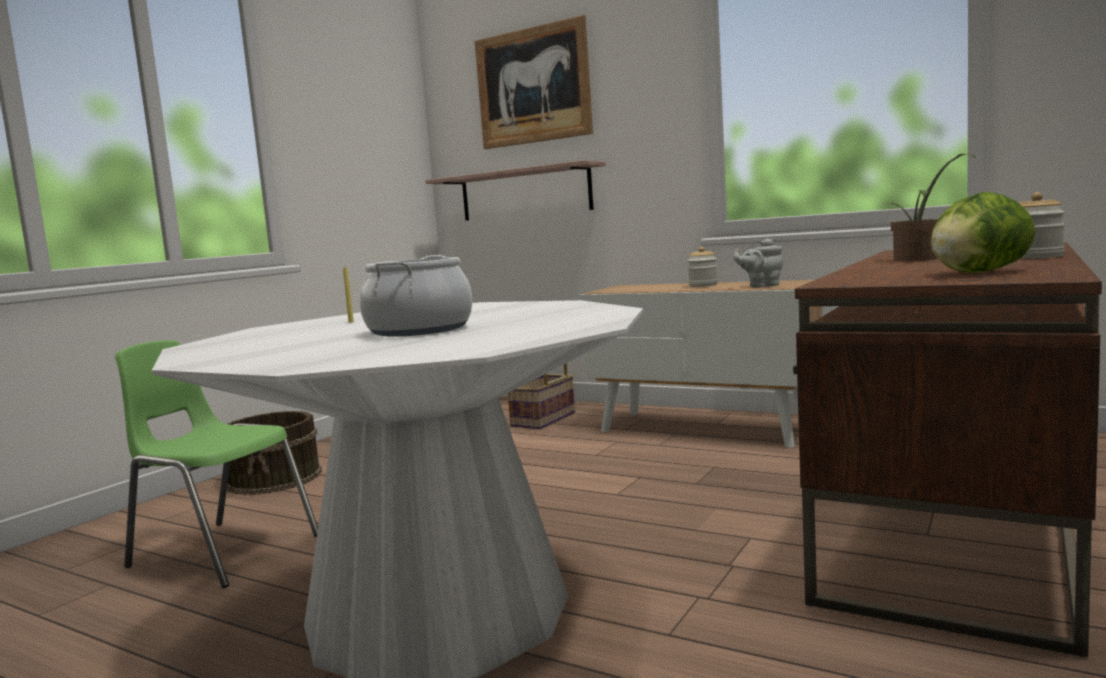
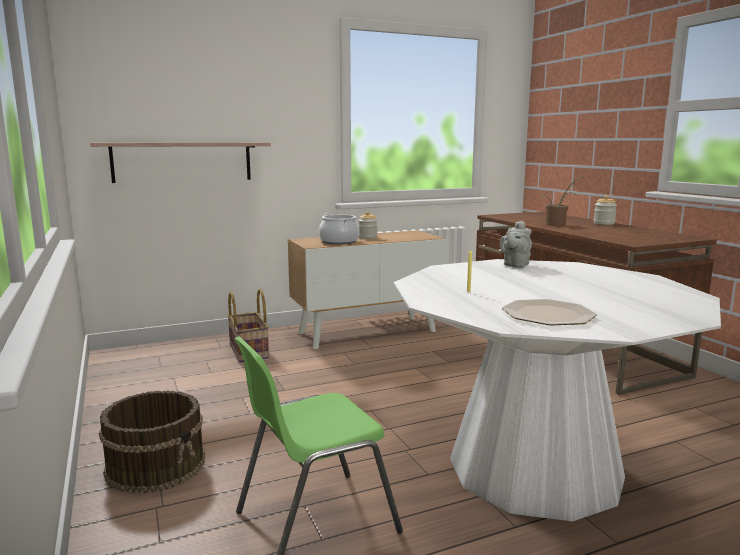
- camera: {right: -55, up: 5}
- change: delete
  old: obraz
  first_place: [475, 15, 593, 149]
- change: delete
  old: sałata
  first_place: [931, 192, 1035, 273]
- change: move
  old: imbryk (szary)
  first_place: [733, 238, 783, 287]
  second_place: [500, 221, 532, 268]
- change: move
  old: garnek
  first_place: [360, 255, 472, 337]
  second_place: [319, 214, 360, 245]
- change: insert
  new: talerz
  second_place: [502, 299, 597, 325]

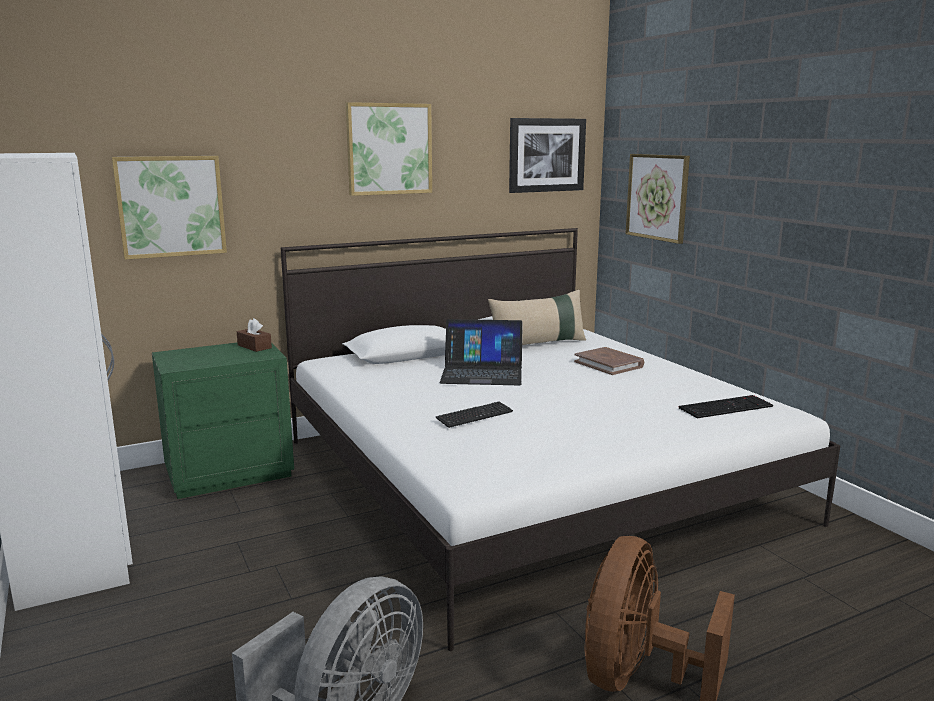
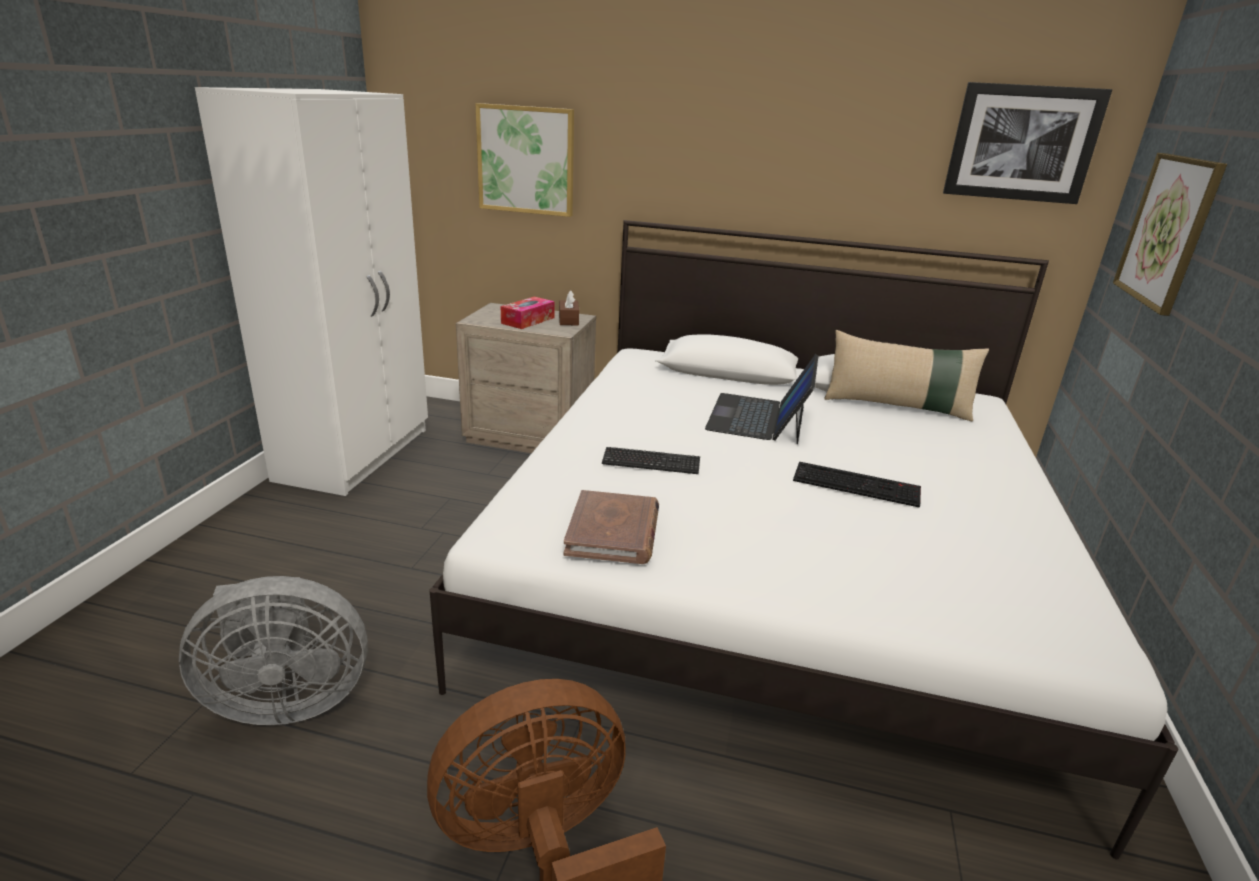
- camera: {right: 40, up: 10}
- change: delete
  old: obraz
  first_place: [346, 102, 432, 196]
- change: rotate
  old: laptop
  first_place: [440, 319, 523, 385]
  second_place: [705, 354, 819, 444]
  degrees: 60
- change: recolor
  old: szafka nocna (zielony)
  new: szafka nocna (beżowy)
  first_place: [152, 342, 294, 499]
  second_place: [456, 303, 596, 453]
- change: move
  old: książka (brązowy)
  first_place: [574, 347, 644, 375]
  second_place: [564, 490, 659, 564]
- change: move
  old: klawiatura
  first_place: [678, 395, 773, 419]
  second_place: [793, 462, 921, 508]
- change: insert
  new: pudełko chusteczek
  second_place: [501, 297, 555, 329]

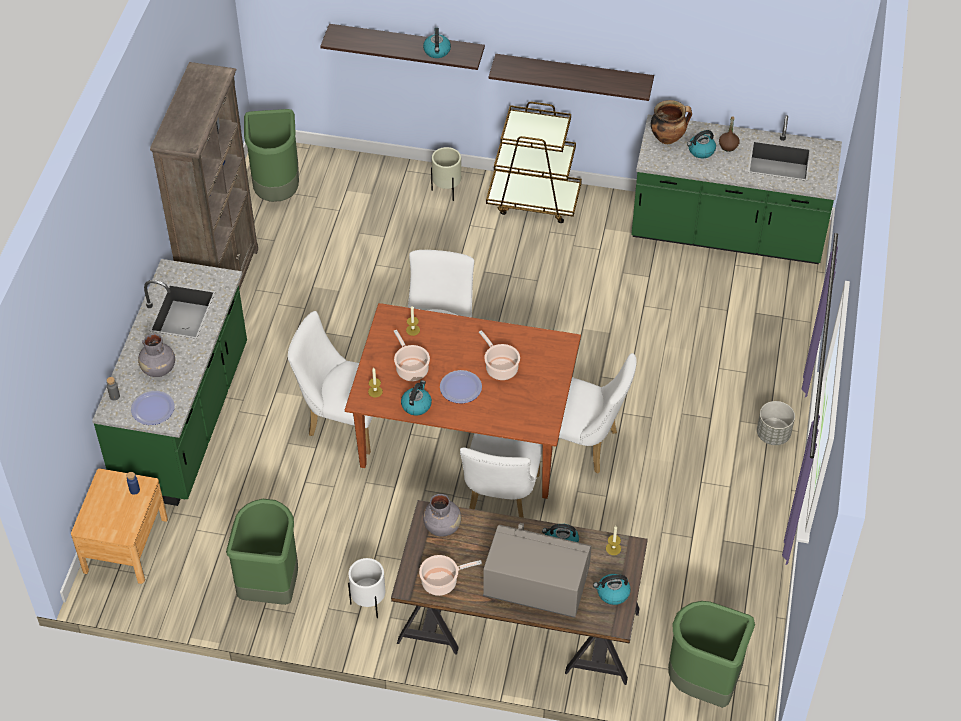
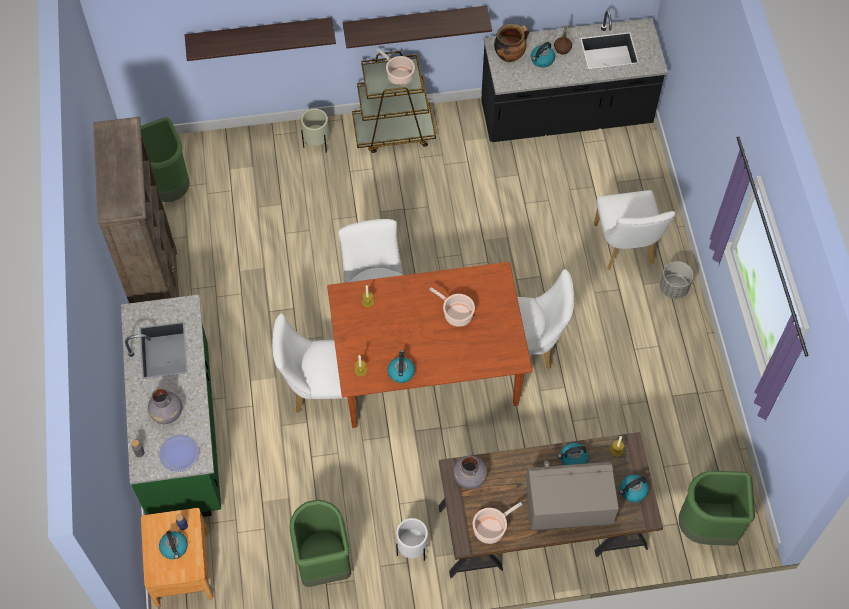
- camera: {right: -20, up: 10}
- change: move
  old: czajnik
  first_place: [423, 28, 451, 58]
  second_place: [159, 530, 188, 559]
- change: recolor
  old: zabudowa kuchenna (zielony)
  new: zabudowa kuchenna (czarny)
  first_place: [631, 115, 842, 264]
  second_place: [481, 10, 668, 142]
- change: move
  old: garnek
  first_place: [394, 330, 430, 381]
  second_place: [376, 48, 415, 86]
- change: delete
  old: talerz
  first_place: [440, 370, 482, 404]
- change: move
  old: krzesło (biały)
  first_place: [460, 433, 543, 518]
  second_place: [594, 190, 675, 270]

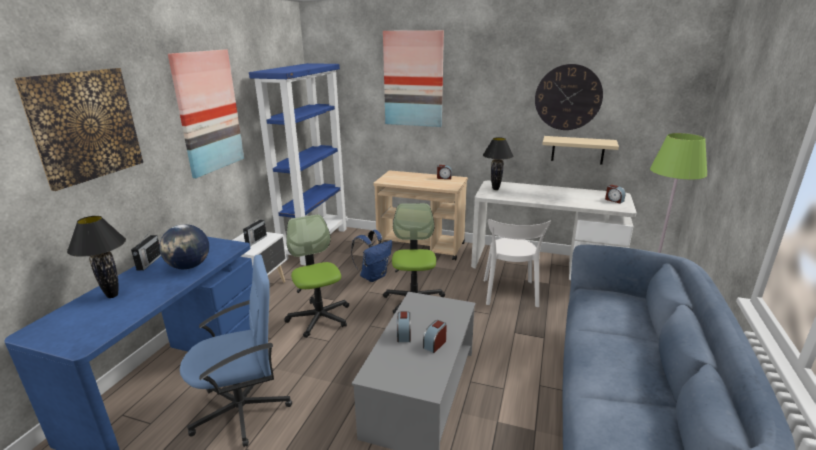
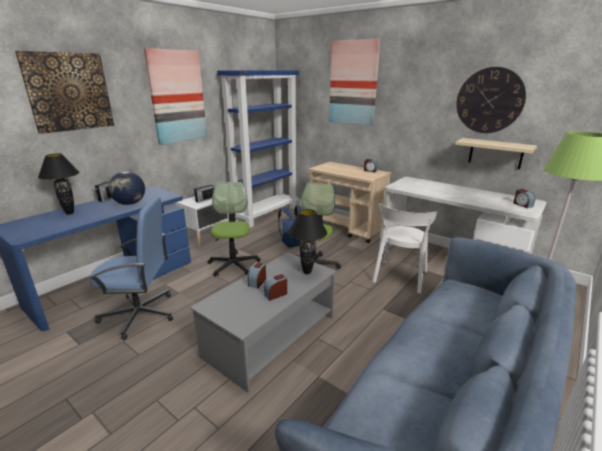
- camera: {right: 20, up: 0}
- change: move
  old: lampa stołowa (czarny)
  first_place: [483, 137, 514, 190]
  second_place: [288, 209, 327, 274]

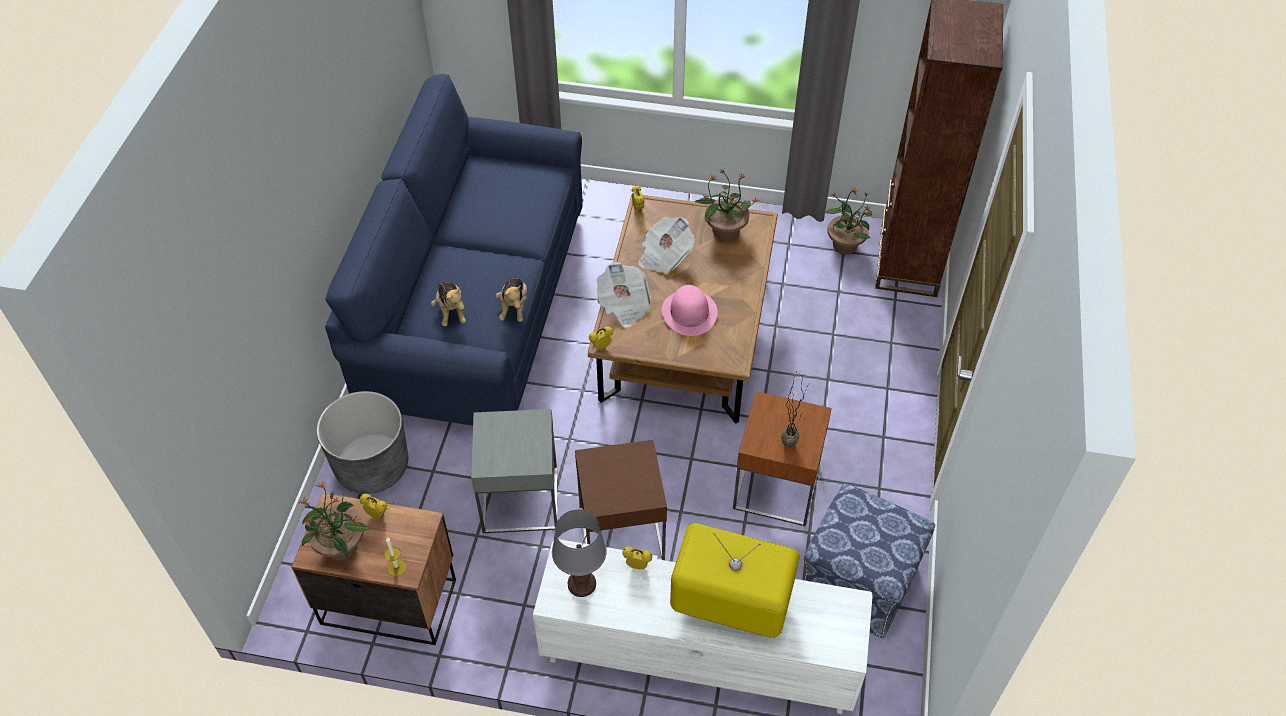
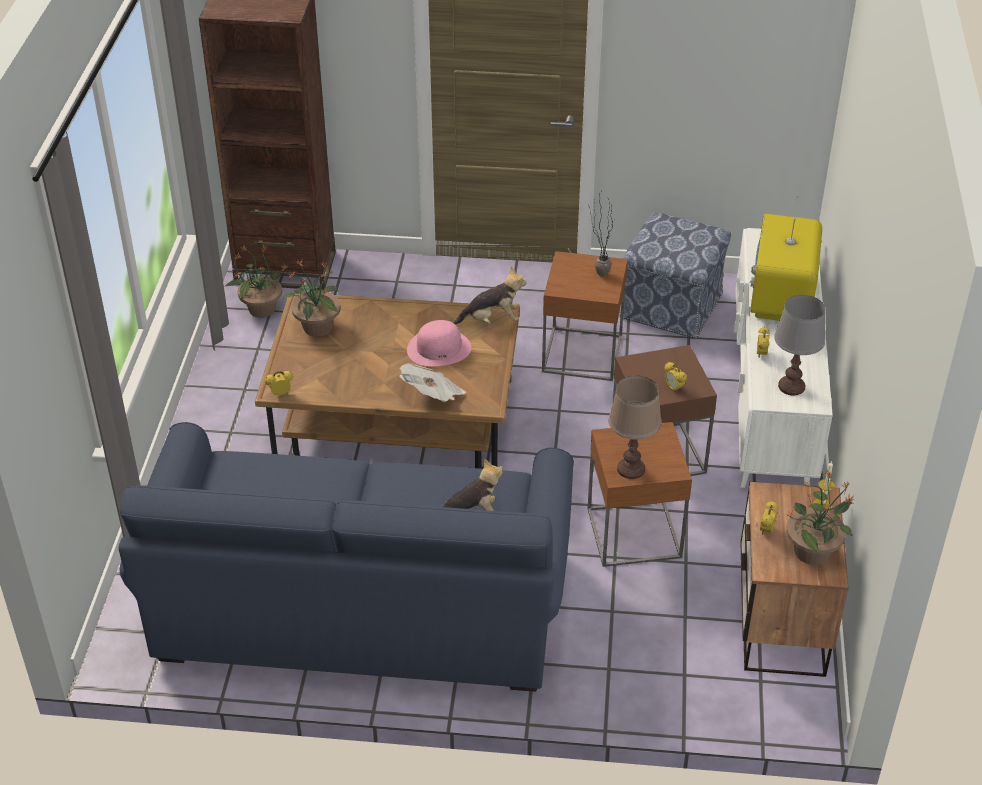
- camera: {right: -95, up: -10}
- change: delete
  old: gazeta
  first_place: [638, 217, 695, 274]
- change: move
  old: pluszak
  first_place: [495, 277, 527, 322]
  second_place: [454, 267, 527, 325]
- change: move
  old: budzik
  first_place: [589, 326, 613, 349]
  second_place: [664, 362, 687, 393]
- change: delete
  old: donica (szary)
  first_place: [317, 391, 408, 494]
- change: recolor
  old: stolik (szary)
  new: stolik (brązowy)
  first_place: [471, 409, 558, 533]
  second_place: [587, 422, 692, 567]
- change: insert
  new: lampa stołowa (brązowy)
  second_place: [609, 375, 662, 479]

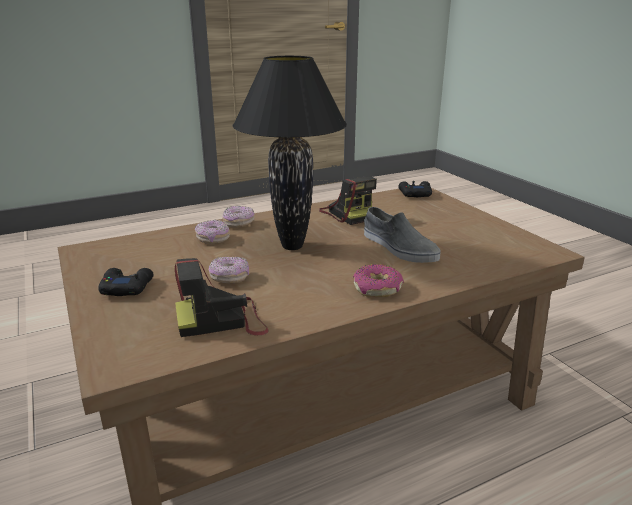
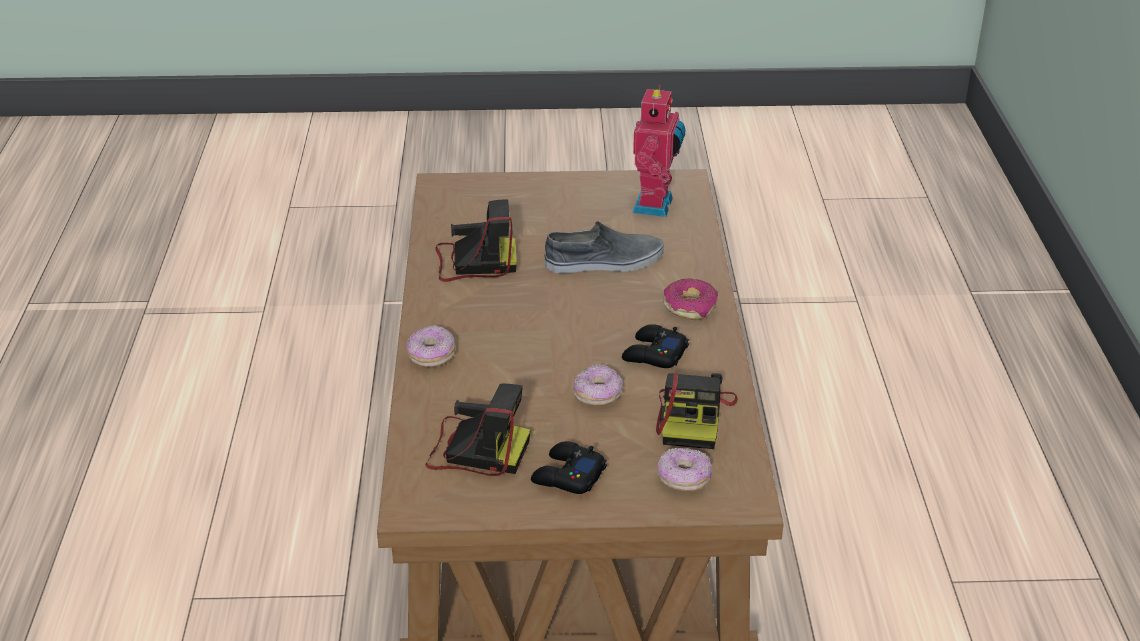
- camera: {right: -65, up: 10}
- change: delete
  old: lampa stołowa (czarny)
  first_place: [232, 56, 347, 250]
- change: move
  old: pad do gier (czarny)
  first_place: [398, 181, 432, 197]
  second_place: [622, 324, 689, 368]
- change: move
  old: donut
  first_place: [195, 220, 230, 244]
  second_place: [657, 448, 712, 492]
- change: insert
  new: robot zabawkowy
  second_place: [632, 85, 686, 217]
- change: insert
  new: aparat fotograficzny
  second_place: [426, 384, 530, 476]

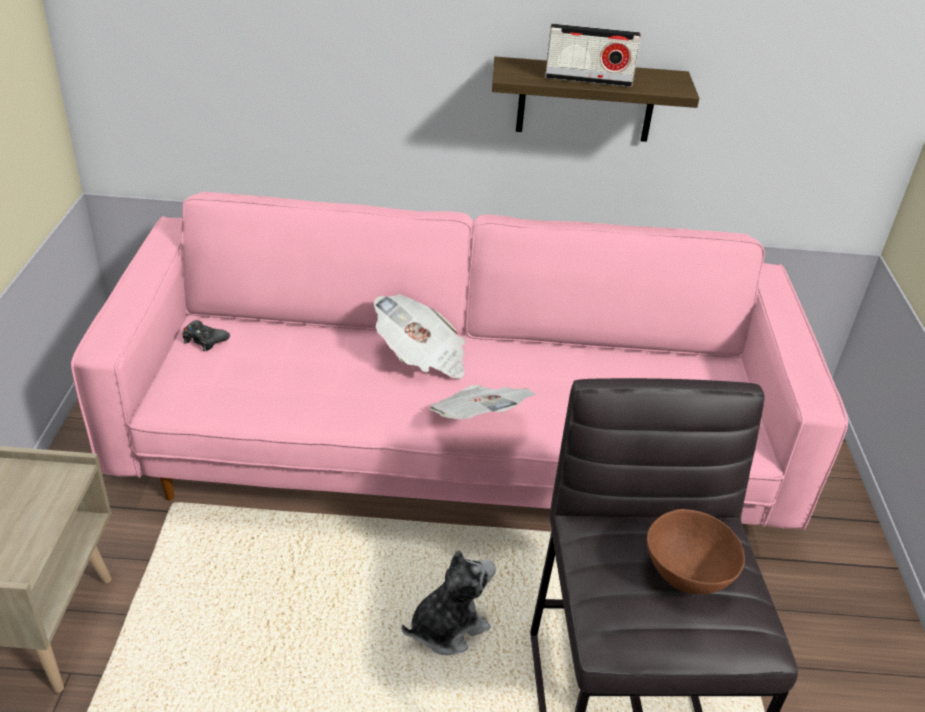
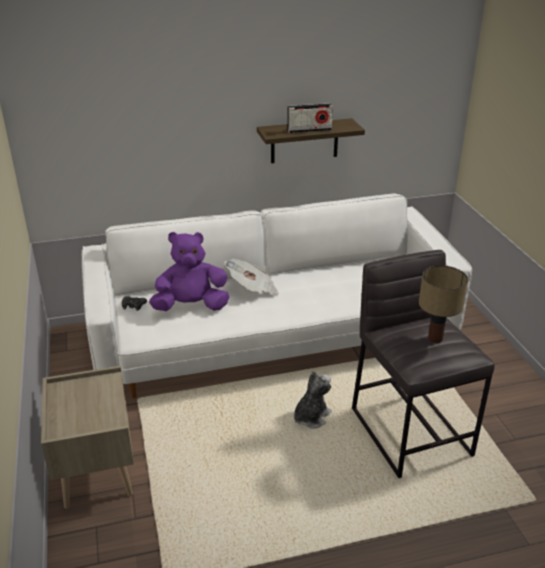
- camera: {right: -15, up: -5}
- change: recolor
  old: kanapa (różowy)
  new: kanapa (biały)
  first_place: [71, 192, 848, 530]
  second_place: [82, 193, 472, 398]
- change: delete
  old: gazeta
  first_place: [427, 385, 536, 419]
- change: replace
  old: miska (brązowy)
  new: lampa stołowa
  first_place: [647, 509, 745, 594]
  second_place: [419, 265, 468, 343]
- change: insert
  new: pluszak (fioletowy)
  second_place: [149, 232, 229, 311]

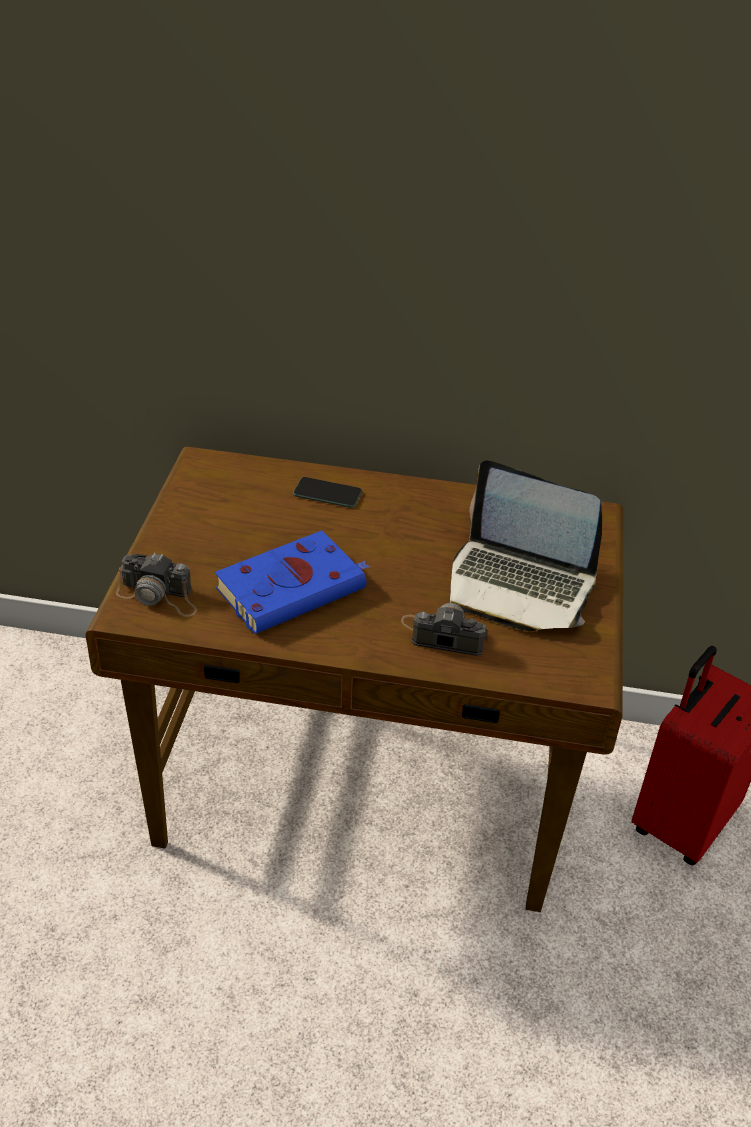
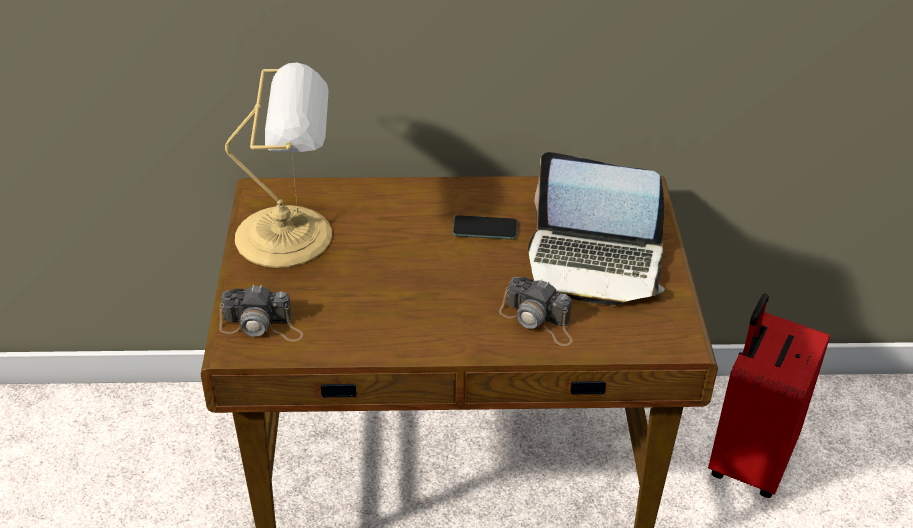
- camera: {right: -10, up: 0}
- change: move
  old: telefon
  first_place: [293, 477, 362, 508]
  second_place: [452, 215, 518, 240]
- change: delete
  old: książka (niebieski)
  first_place: [215, 531, 370, 634]
- change: rotate
  old: aparat fotograficzny
  first_place: [401, 603, 488, 656]
  second_place: [499, 277, 573, 346]
  degrees: -150
- change: insert
  new: lampa stołowa
  second_place: [225, 63, 332, 268]

